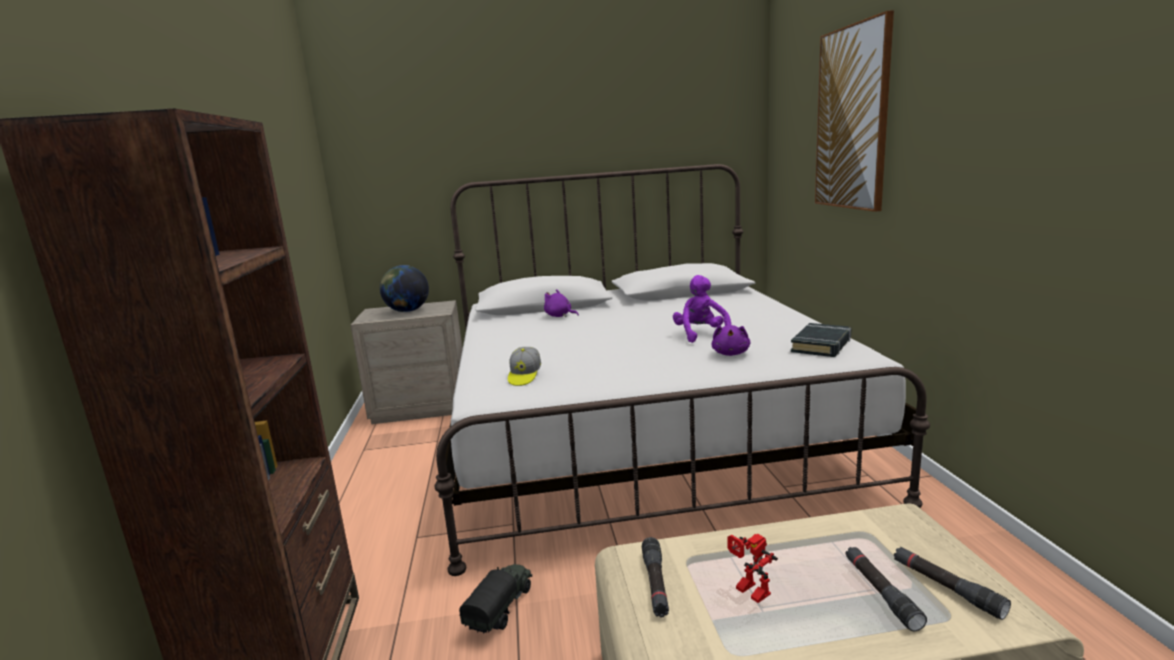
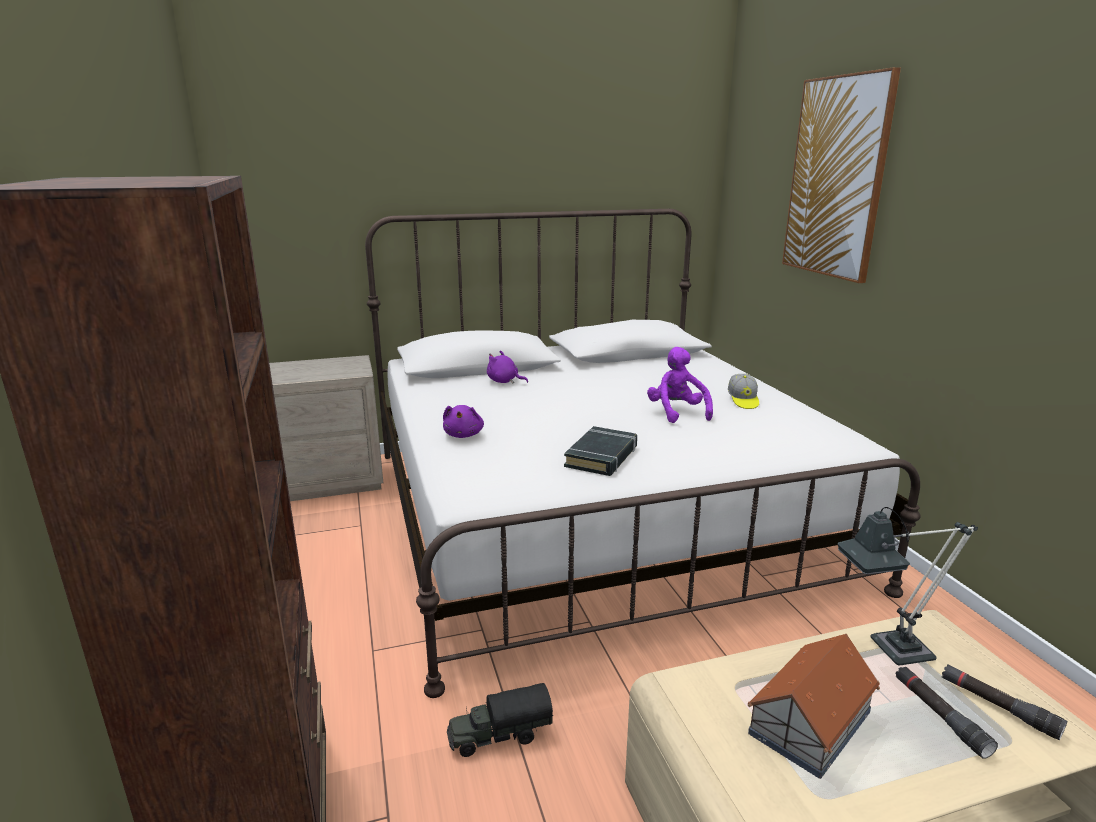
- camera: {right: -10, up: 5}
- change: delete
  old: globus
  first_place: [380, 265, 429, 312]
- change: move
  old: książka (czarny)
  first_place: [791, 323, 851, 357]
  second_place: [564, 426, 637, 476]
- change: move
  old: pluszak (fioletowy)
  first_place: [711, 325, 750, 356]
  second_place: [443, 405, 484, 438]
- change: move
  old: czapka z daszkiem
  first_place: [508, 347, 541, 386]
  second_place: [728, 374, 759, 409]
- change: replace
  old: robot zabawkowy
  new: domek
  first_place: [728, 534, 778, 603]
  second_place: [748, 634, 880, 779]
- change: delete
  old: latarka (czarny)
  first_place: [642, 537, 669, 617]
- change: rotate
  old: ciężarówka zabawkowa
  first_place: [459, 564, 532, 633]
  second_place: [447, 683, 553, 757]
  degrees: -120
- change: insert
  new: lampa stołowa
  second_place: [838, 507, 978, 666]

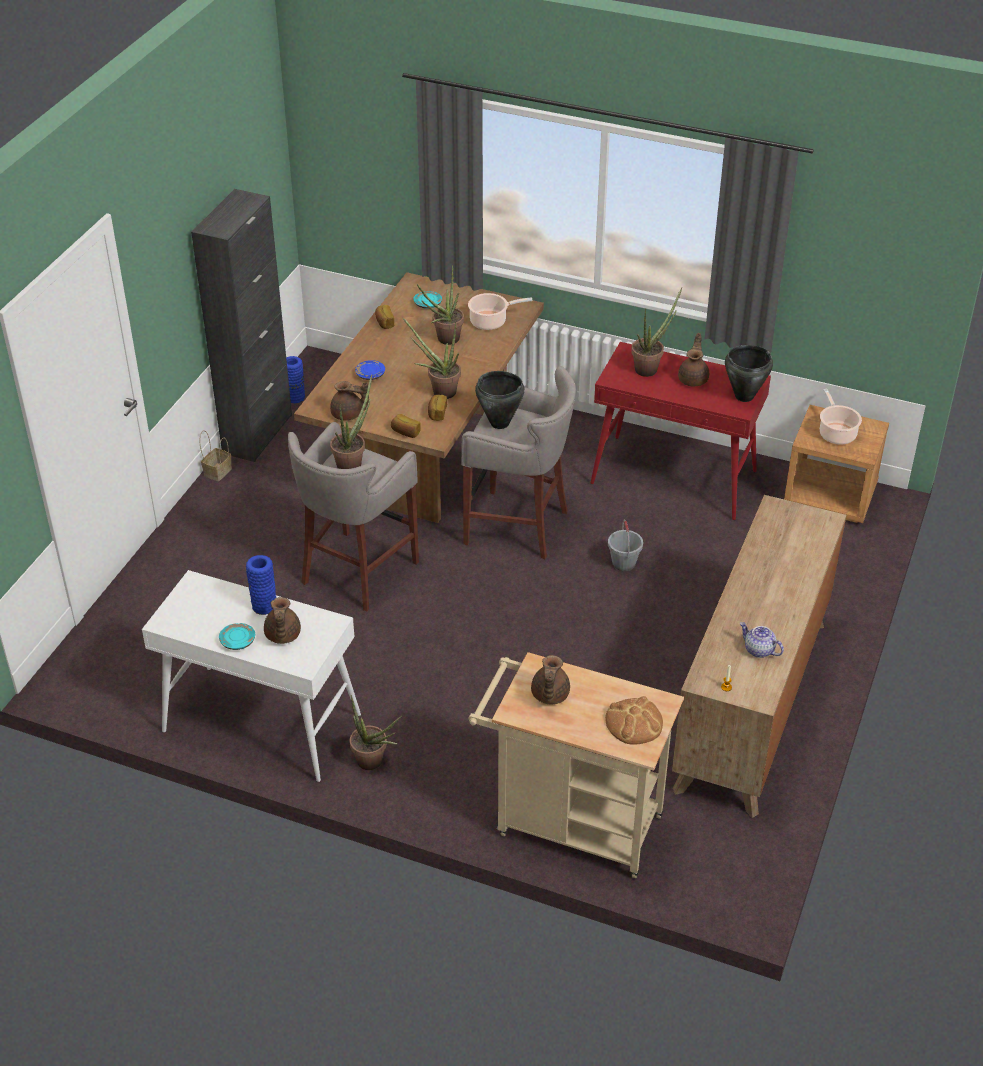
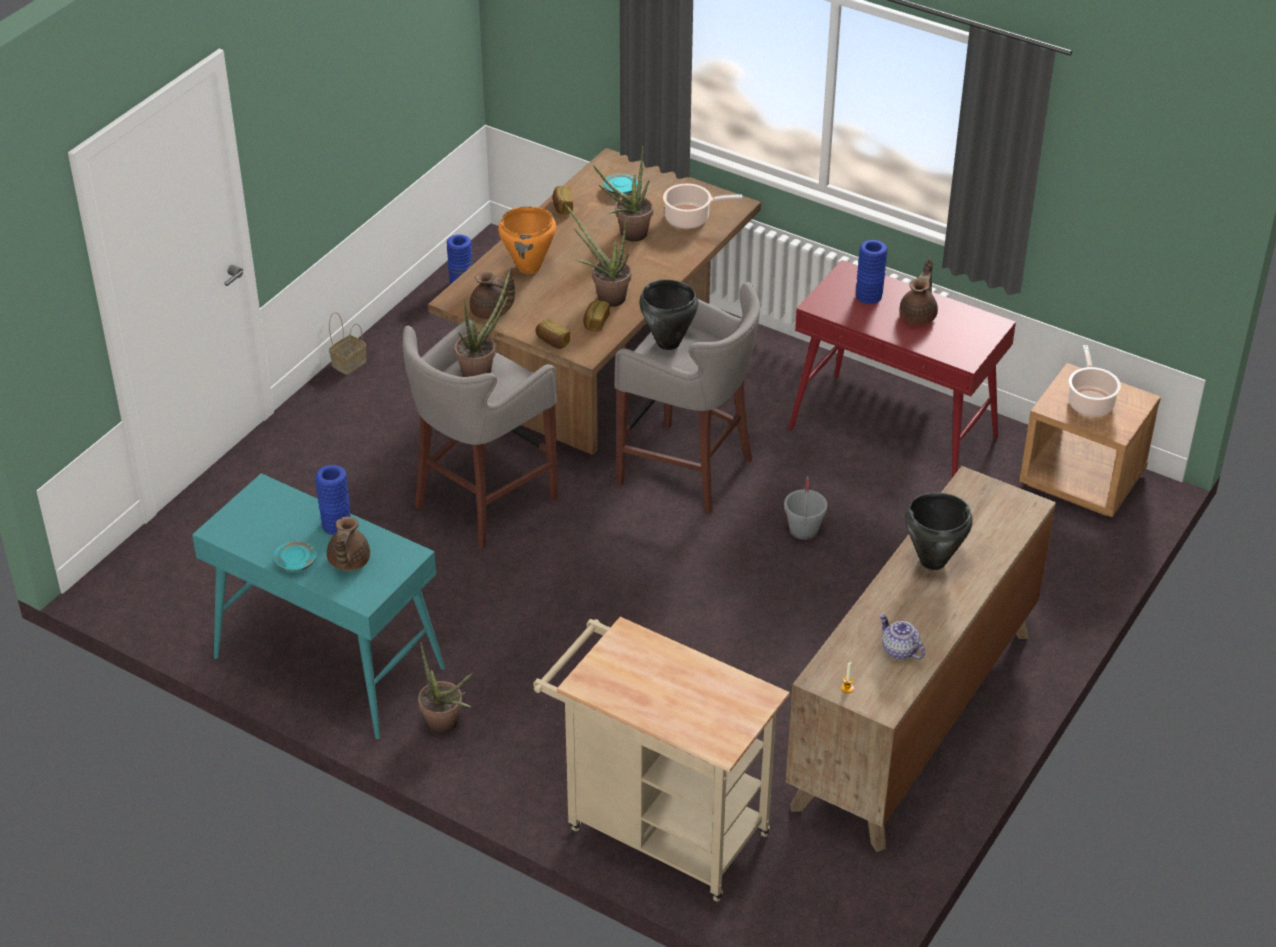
- camera: {right: 10, up: 0}
- change: delete
  old: szafka (czarny)
  first_place: [191, 189, 292, 462]
- change: replace
  old: roślina doniczkowa
  new: wazon (niebieski)
  first_place: [631, 287, 682, 377]
  second_place: [856, 240, 888, 304]
- change: move
  old: garnek (czarny)
  first_place: [725, 345, 773, 402]
  second_place: [905, 493, 973, 570]
- change: replace
  old: talerz (niebieski)
  new: garnek (pomarańczowy)
  first_place: [355, 360, 385, 380]
  second_place: [498, 206, 556, 274]
- change: recolor
  old: stolik konsolowy (biały)
  new: stolik konsolowy (turkusowy)
  first_place: [142, 570, 361, 782]
  second_place: [192, 473, 445, 739]
- change: delete
  old: imbryk (brązowy)
  first_place: [531, 655, 570, 704]
- change: delete
  old: chleb
  first_place: [605, 696, 663, 745]

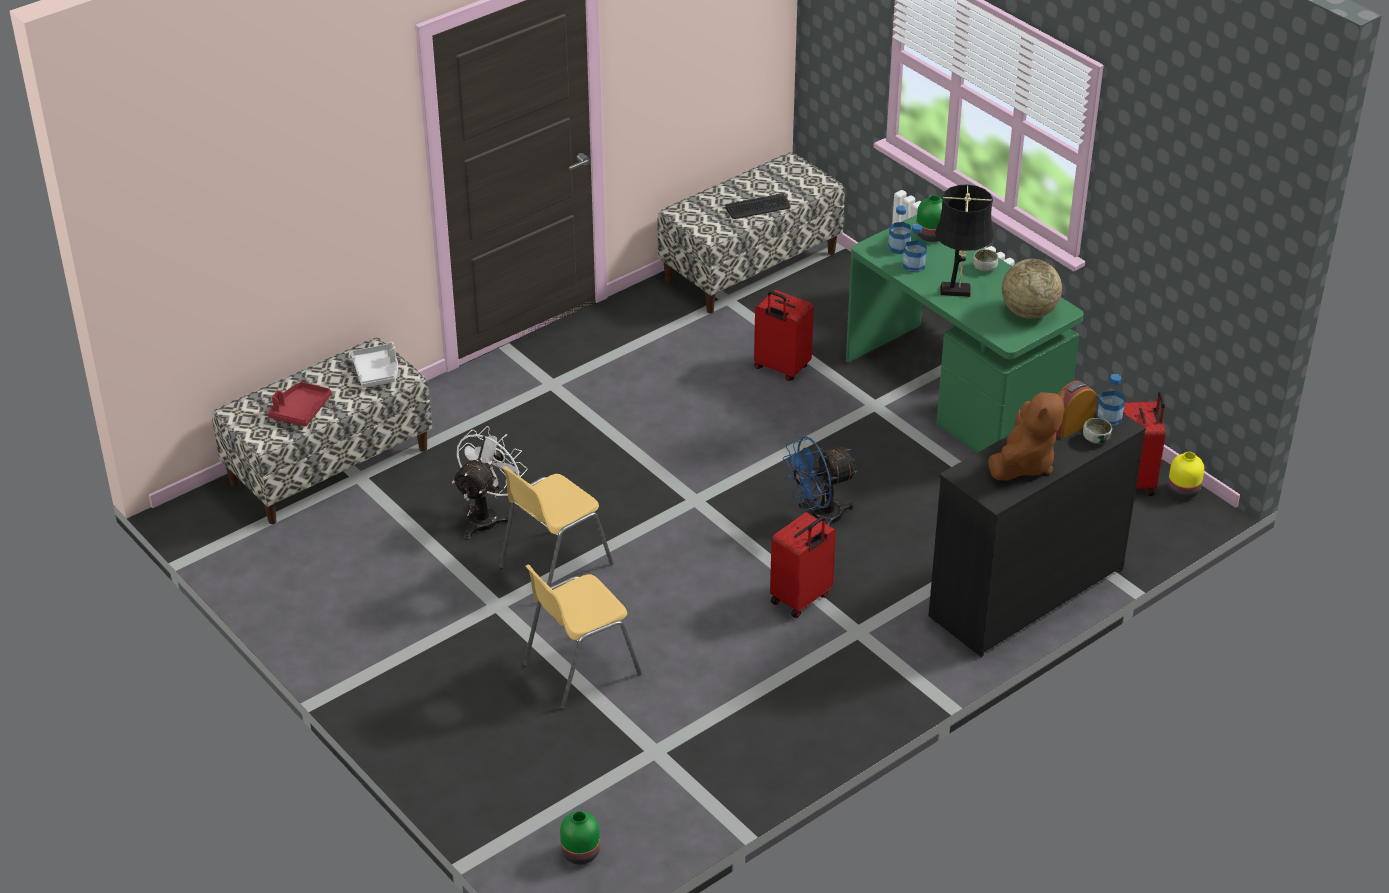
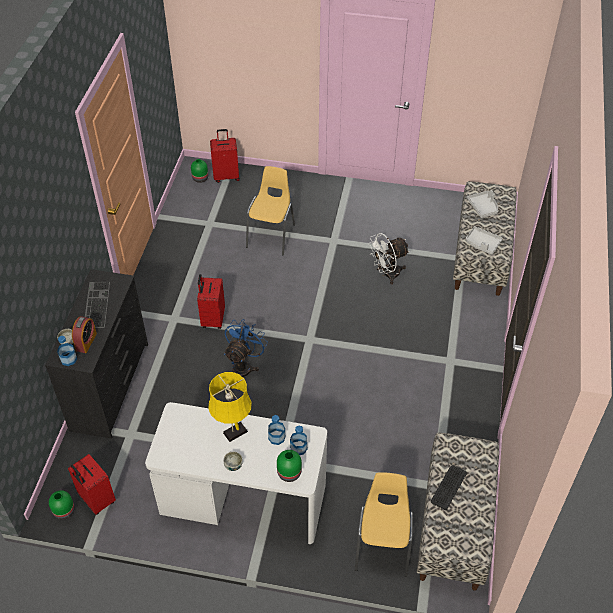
- camera: {right: 140, up: 10}
- change: recolor
  old: lampa stołowa (czarny)
  new: lampa stołowa (żółty)
  first_place: [935, 184, 994, 297]
  second_place: [208, 372, 251, 442]
- change: recolor
  old: biurko (zielony)
  new: biurko (biały)
  first_place: [846, 215, 1084, 453]
  second_place: [145, 402, 327, 544]
- change: delete
  old: globus
  first_place: [1002, 259, 1062, 319]
- change: move
  old: walizka (czerwony)
  first_place: [754, 290, 814, 381]
  second_place: [210, 129, 240, 183]
- change: recolor
  old: taca (czerwony)
  new: taca (szary)
  first_place: [268, 382, 331, 427]
  second_place: [467, 190, 498, 218]
- change: replace
  old: pluszak (brązowy)
  new: klawiatura
  first_place: [989, 390, 1065, 481]
  second_place: [85, 282, 110, 328]
- change: rotate
  old: wentylator (biały)
  first_place: [452, 426, 528, 540]
  second_place: [368, 233, 410, 284]
  degrees: 75
- change: recolor
  old: wazon (żółty)
  new: wazon (zielony)
  first_place: [1168, 452, 1204, 499]
  second_place: [49, 490, 75, 519]
- change: move
  old: krzesło (żółty)
  first_place: [499, 466, 613, 587]
  second_place: [355, 472, 413, 577]

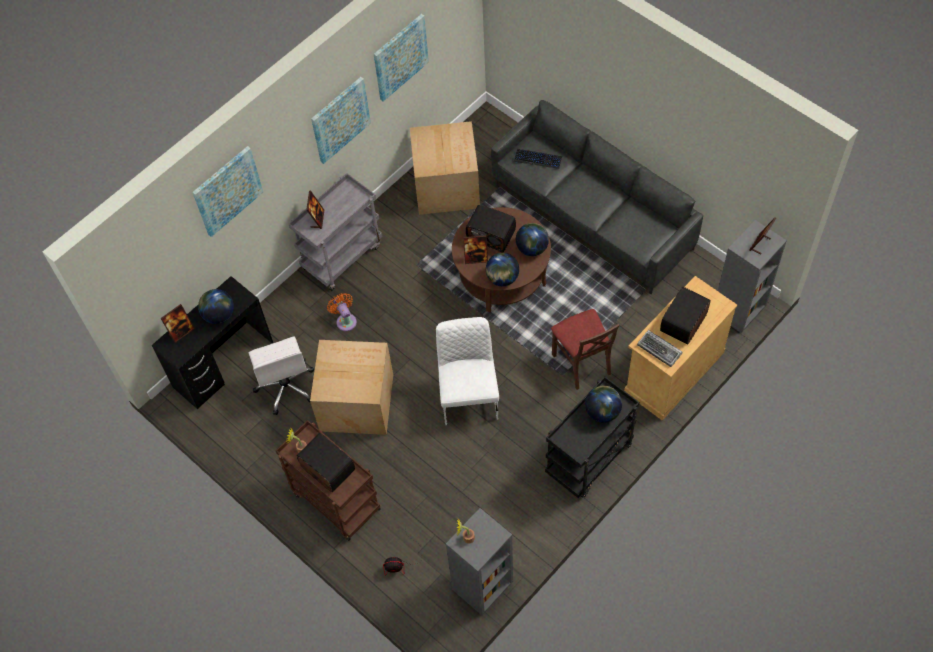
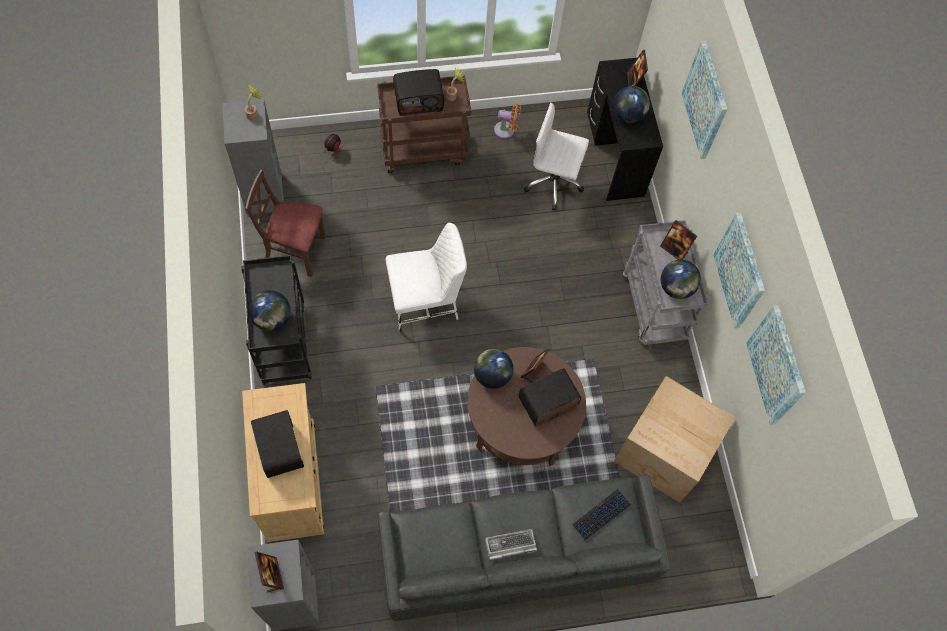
- camera: {right: 120, up: 5}
- change: move
  old: globus
  first_place: [516, 223, 549, 256]
  second_place: [661, 260, 701, 299]
- change: move
  old: wentylator (pomarańczowy)
  first_place: [327, 293, 357, 331]
  second_place: [494, 103, 521, 139]
- change: move
  old: krzesło (brązowy)
  first_place: [551, 309, 619, 390]
  second_place: [245, 170, 326, 277]
- change: rotate
  old: krzesło (biały)
  first_place: [436, 317, 499, 425]
  second_place: [386, 223, 467, 332]
  degrees: -45
- change: move
  old: klawiatura
  first_place: [637, 330, 682, 367]
  second_place: [485, 529, 537, 561]
- change: delete
  old: karton
  first_place: [310, 340, 393, 435]

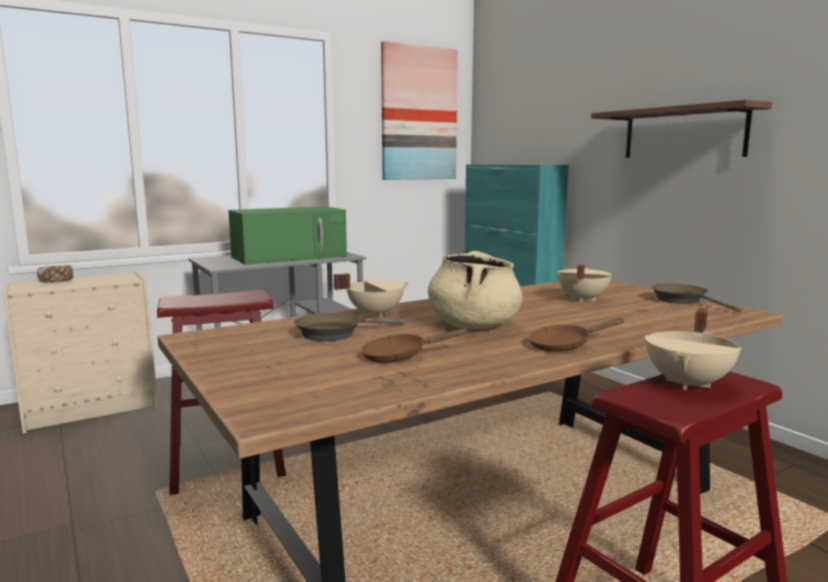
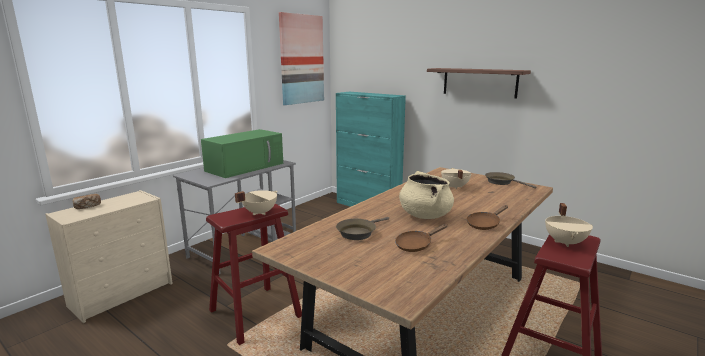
- camera: {right: -20, up: 5}
- change: move
  old: garnek (beżowy)
  first_place: [334, 273, 408, 318]
  second_place: [235, 190, 278, 215]

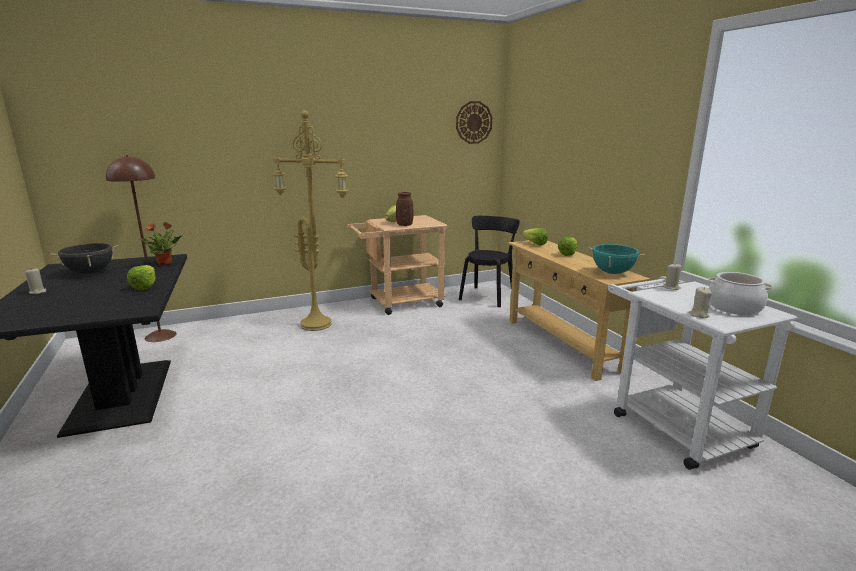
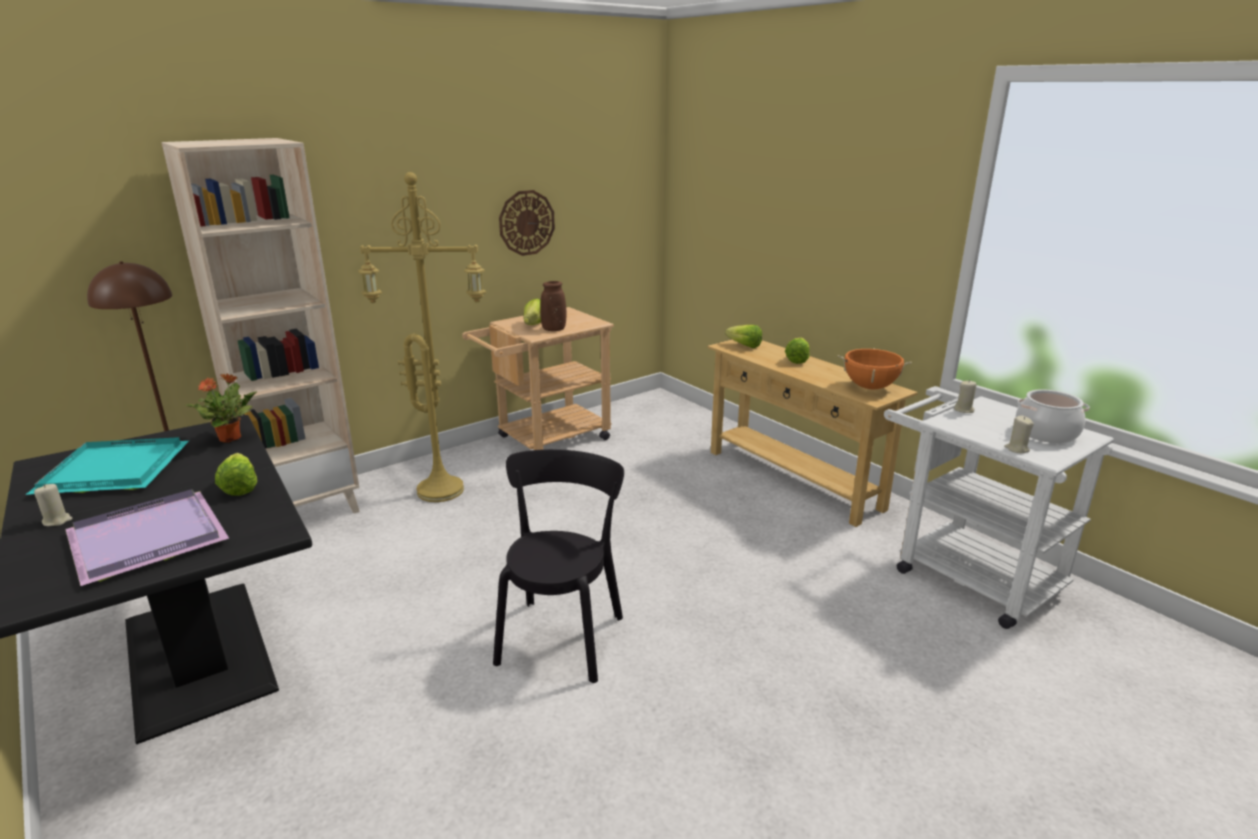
- camera: {right: -15, up: 5}
- change: move
  old: zegar ścienny
  first_place: [456, 101, 492, 144]
  second_place: [499, 190, 555, 256]
- change: move
  old: krzesło (czarny)
  first_place: [459, 216, 520, 308]
  second_place: [493, 449, 624, 683]
- change: replace
  old: garnek (czarny)
  new: taca (turkusowy)
  first_place: [51, 243, 118, 274]
  second_place: [26, 437, 189, 495]
- change: recolor
  old: garnek (turkusowy)
  new: garnek (pomarańczowy)
  first_place: [588, 244, 645, 274]
  second_place: [838, 348, 912, 389]
- change: insert
  new: regał (beżowy)
  second_place: [161, 138, 360, 513]
- change: insert
  new: taca (fioletowy)
  second_place: [65, 489, 229, 586]

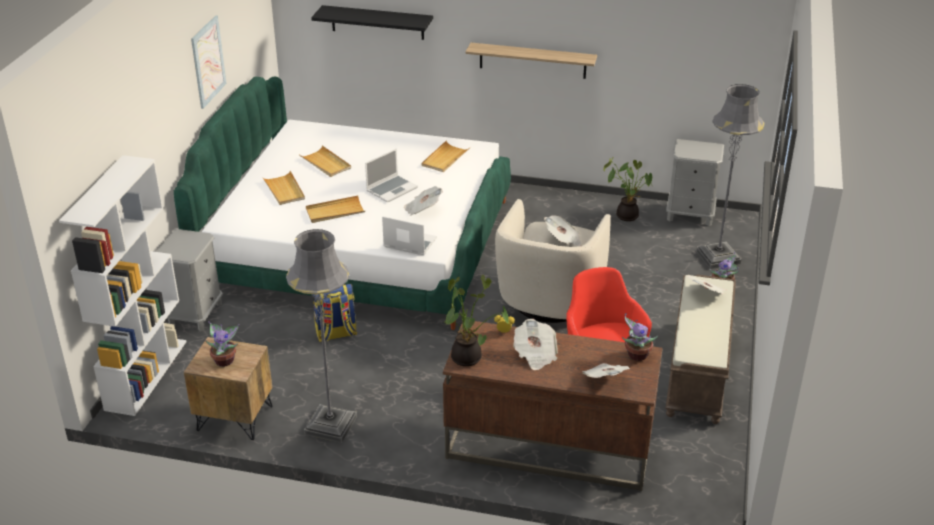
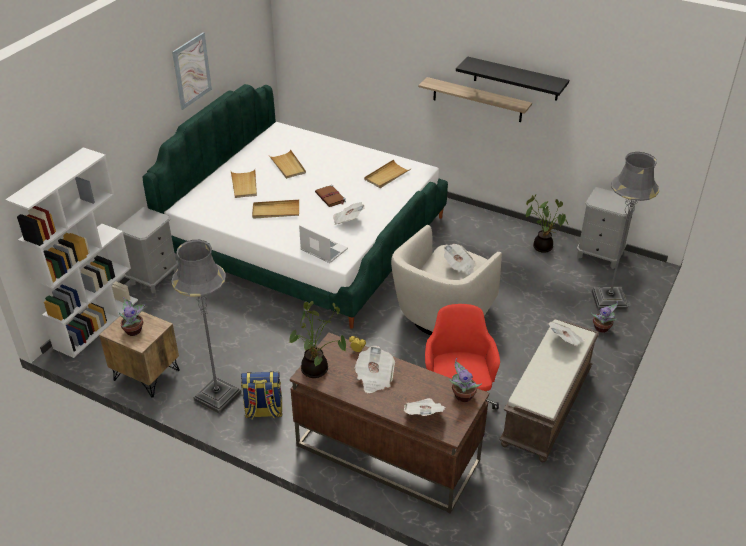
- camera: {right: 15, up: 5}
- change: move
  old: półka (czarny)
  first_place: [311, 5, 433, 40]
  second_place: [456, 57, 569, 101]
- change: replace
  old: laptop
  new: książka (brązowy)
  first_place: [365, 149, 418, 203]
  second_place: [315, 185, 346, 207]
- change: move
  old: plecak
  first_place: [312, 284, 357, 342]
  second_place: [241, 371, 283, 419]

